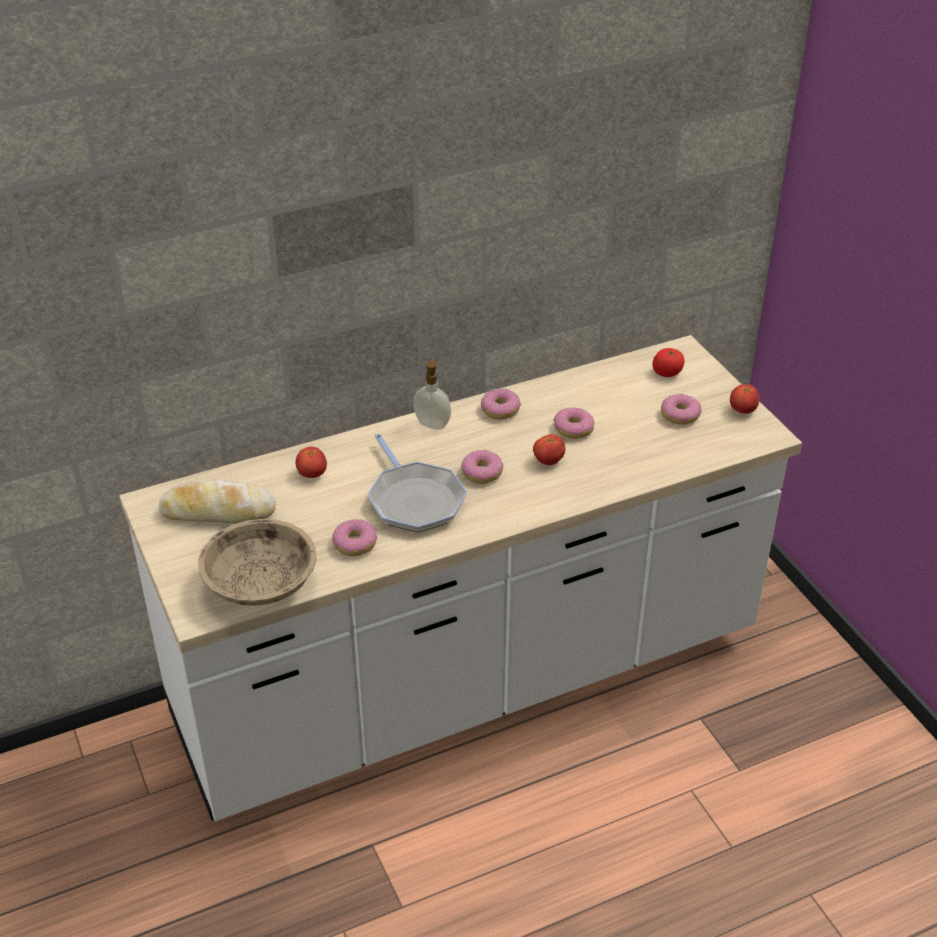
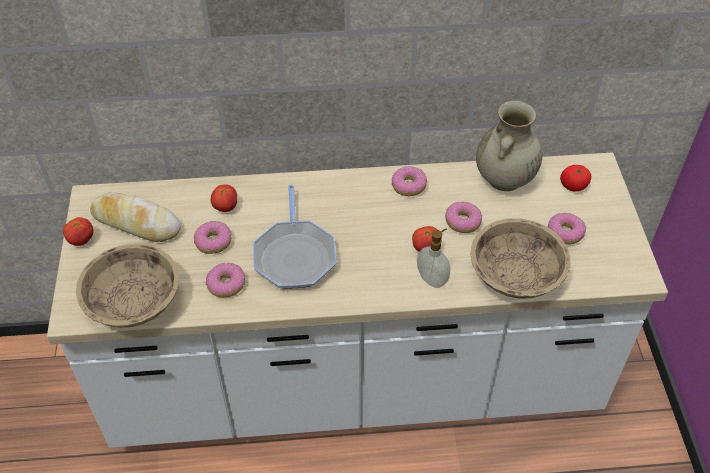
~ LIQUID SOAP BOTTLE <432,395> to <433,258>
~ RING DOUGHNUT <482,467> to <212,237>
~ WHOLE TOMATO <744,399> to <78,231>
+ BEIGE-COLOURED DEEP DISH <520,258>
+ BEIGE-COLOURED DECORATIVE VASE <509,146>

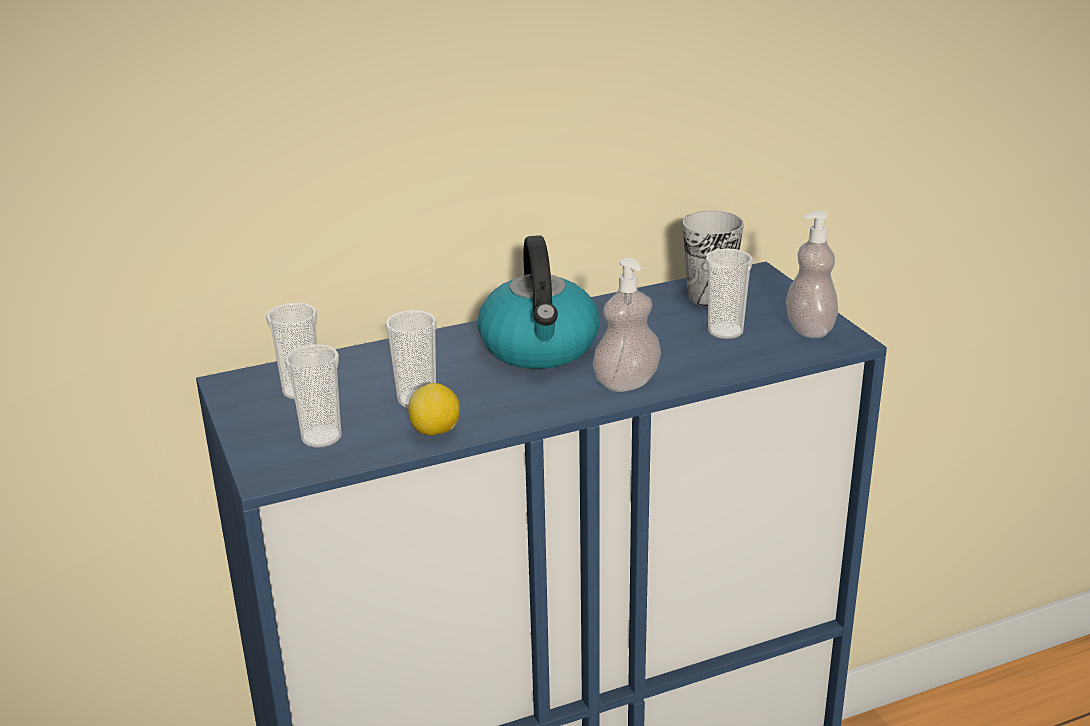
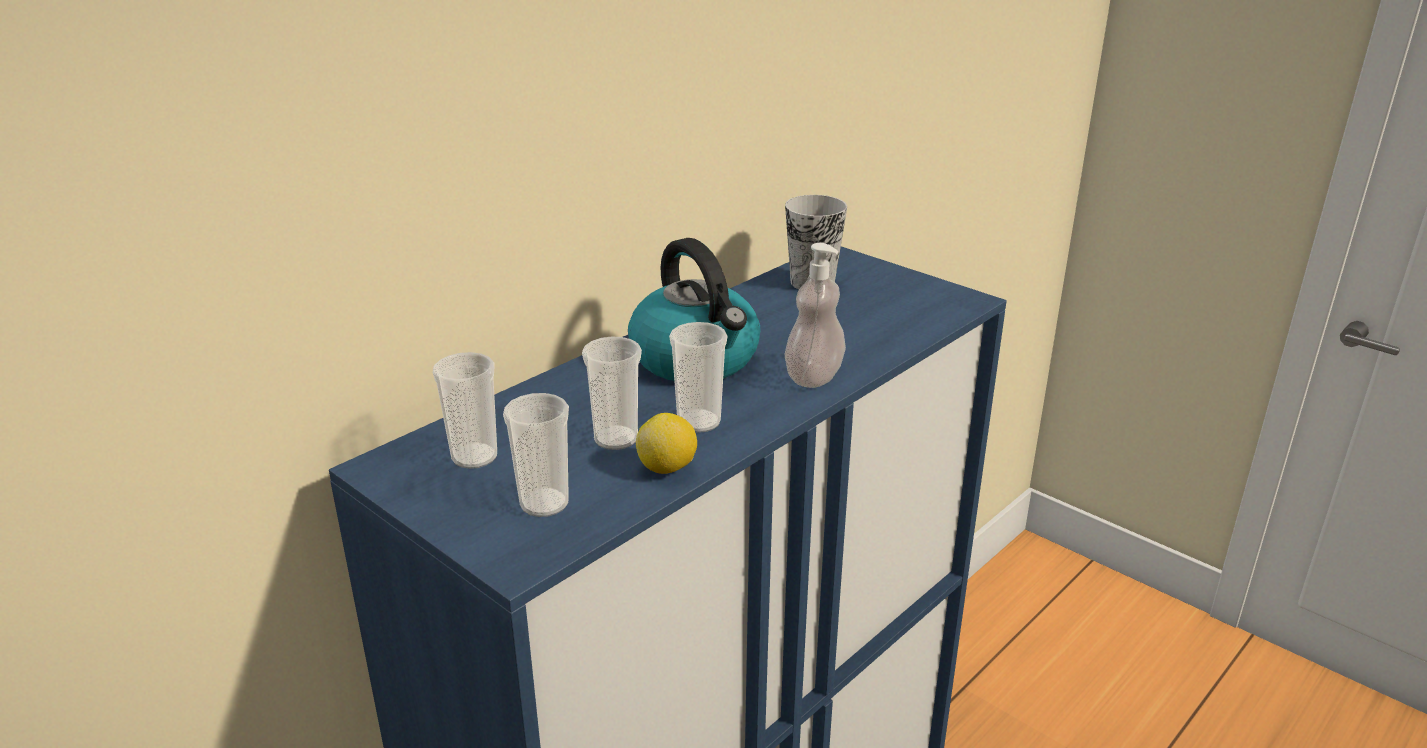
~ SMALL CUP <729,294> to <698,377>
- LIQUID SOAP BOTTLE <812,274>

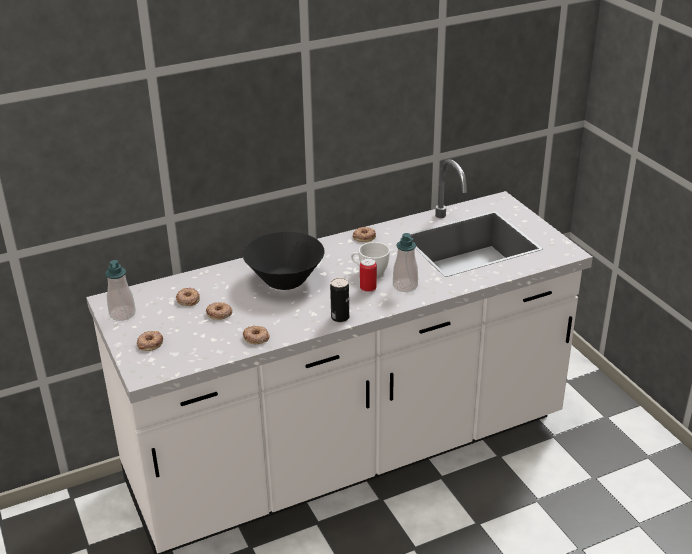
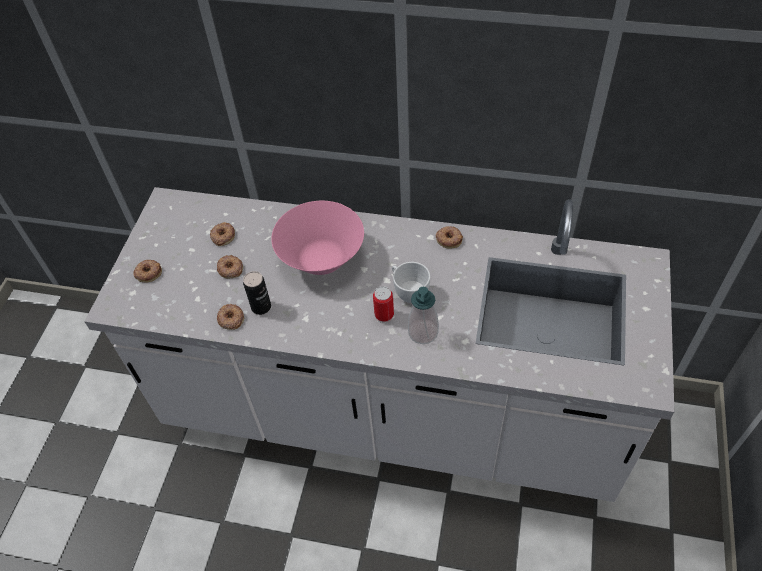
- LIQUID SOAP BOTTLE <120,290>
~ BLACK DEEP DISH <284,261> to PINKISH DEEP DISH <317,238>
~ METAL CAN <339,300> to <257,293>

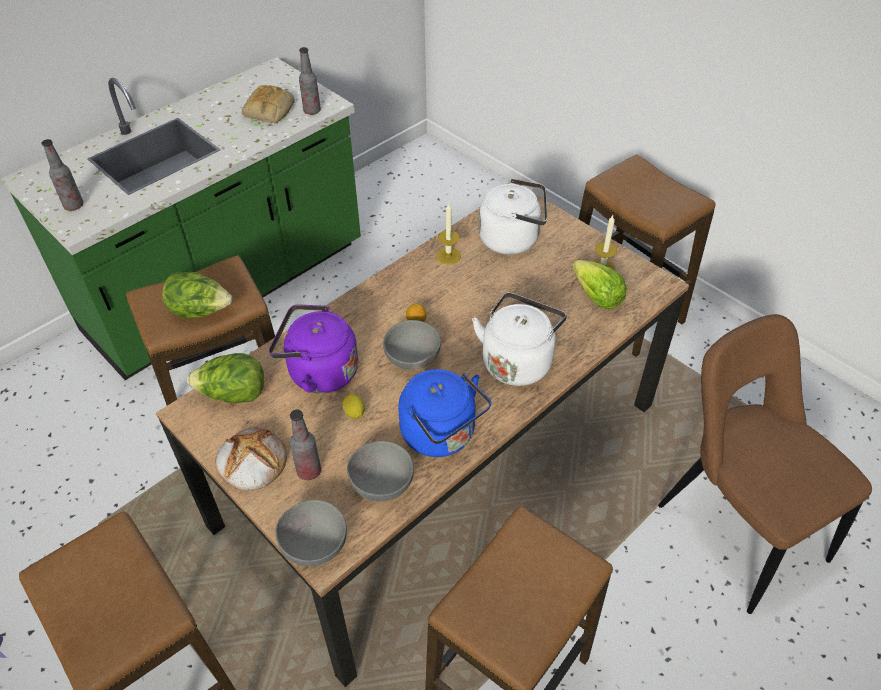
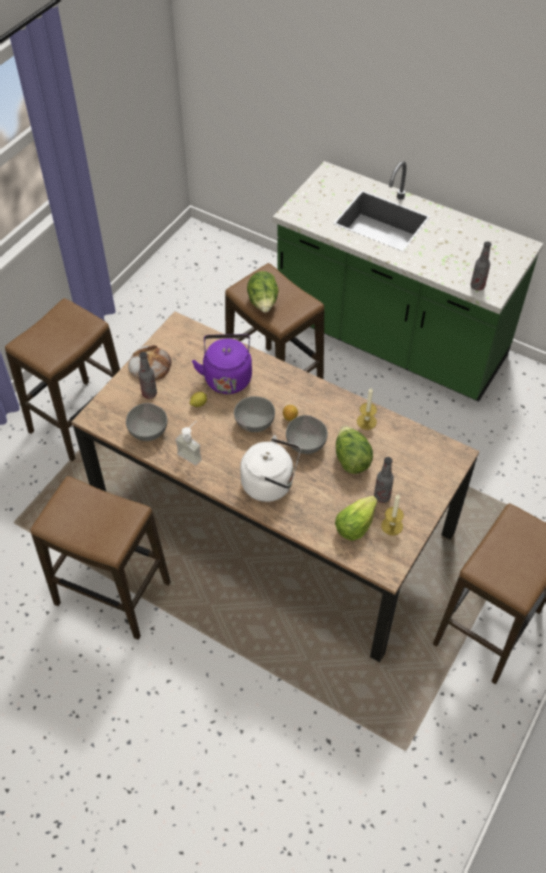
~ BOTTLE <62,175> to <384,480>
~ HEAD OF LETTUCE <225,378> to <354,450>
- BAKERY BREAD <268,104>
~ GREY DEEP DISH <311,533> to <307,434>
~ BLUE TEA KETTLE <444,413> to LIQUID SOAP BOTTLE <188,443>
- WHITE TEA KETTLE <513,216>
- BROWN UPRIGHT CHAIR <765,464>

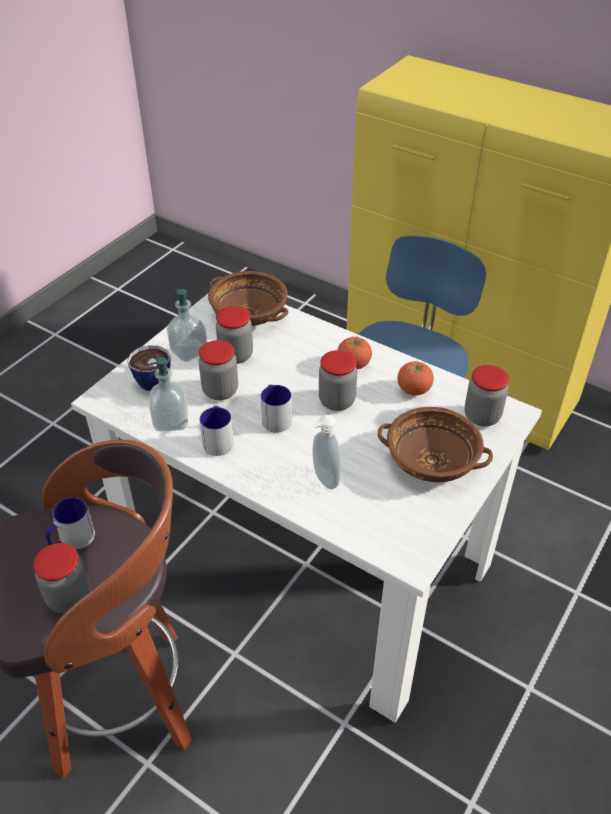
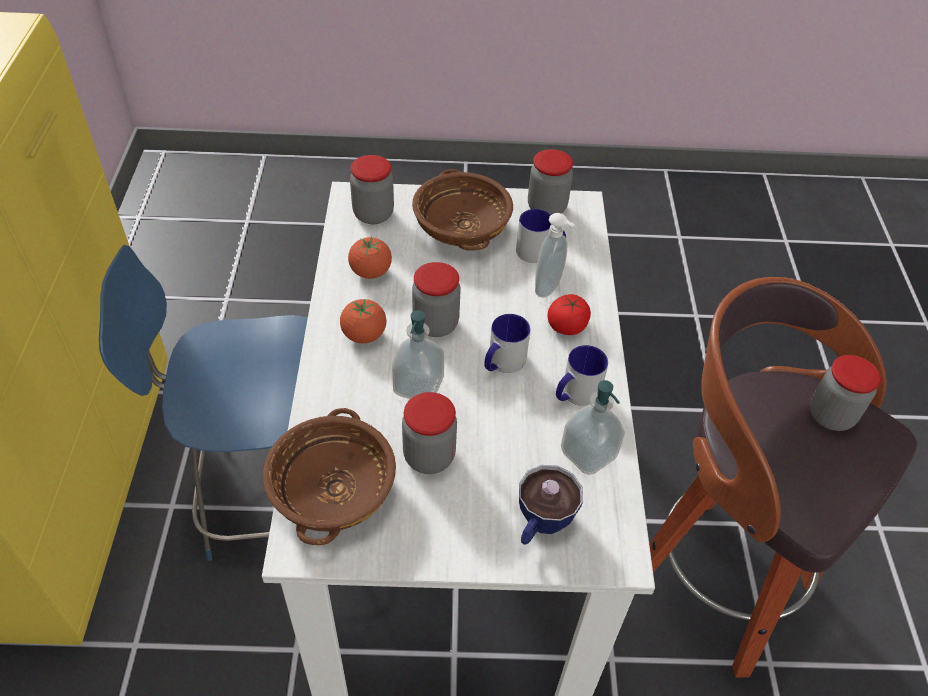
~ TEA MUG <70,523> to <541,236>
~ LIQUID SOAP BOTTLE <187,325> to <418,354>
~ PRESERVE JAR <218,370> to <550,182>
+ WHOLE TOMATO <569,314>

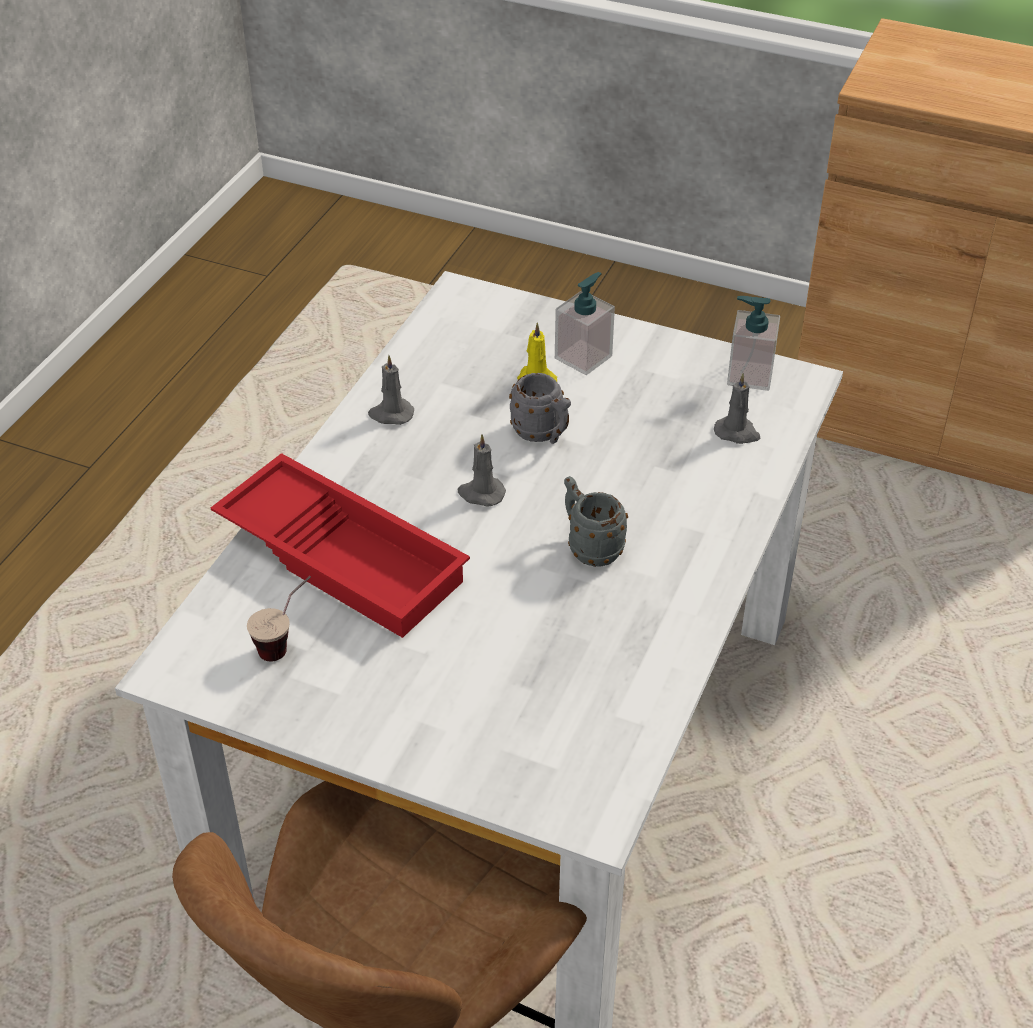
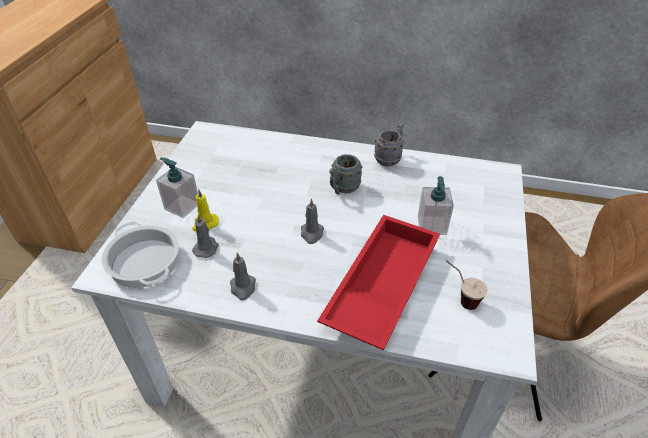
~ GREY TEA MUG <540,408> to <389,144>
~ GREY WAX CANDLE <737,408> to <205,236>
~ LIQUID SOAP BOTTLE <753,343> to <436,205>
+ STOCKPOT <140,255>

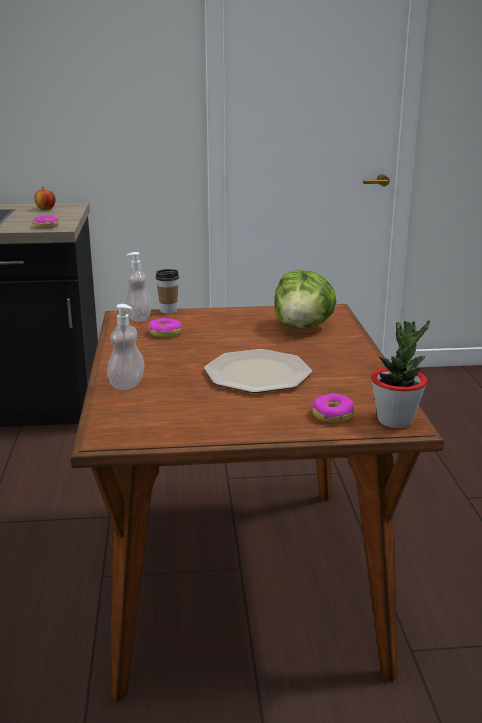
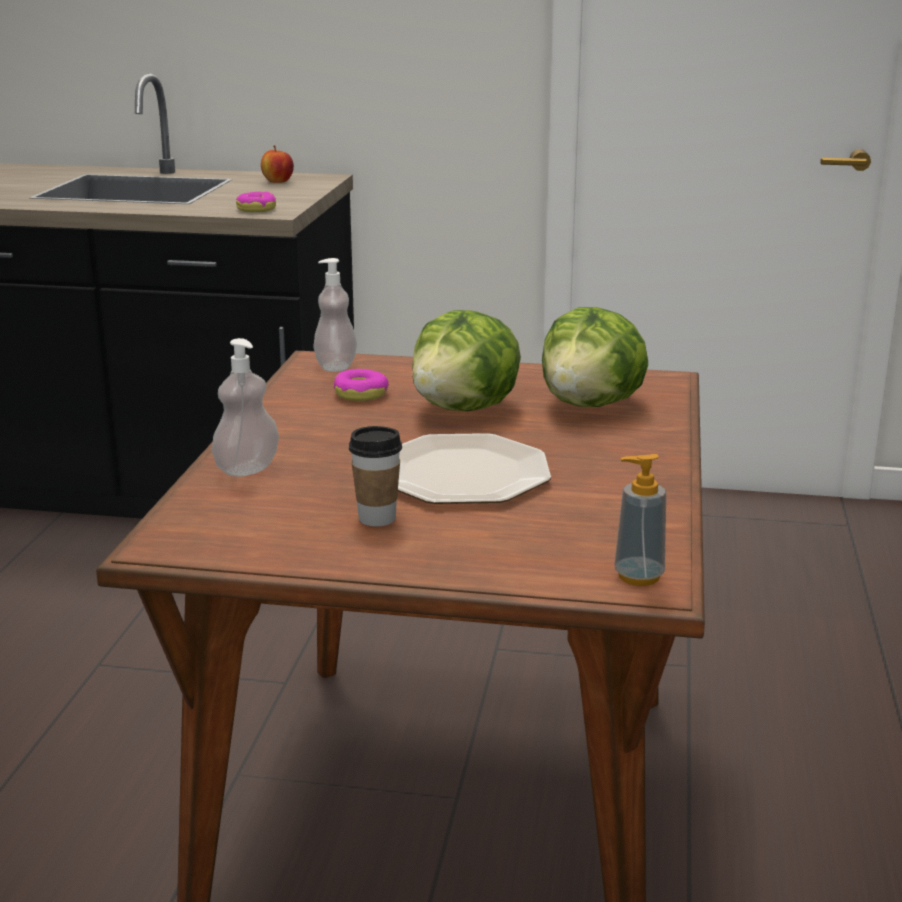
~ SMALL CUP <167,291> to <375,476>
- RING DOUGHNUT <333,408>
~ HOUSEPLANT <400,374> to LIQUID SOAP BOTTLE <640,520>
+ HEAD OF LETTUCE <466,360>

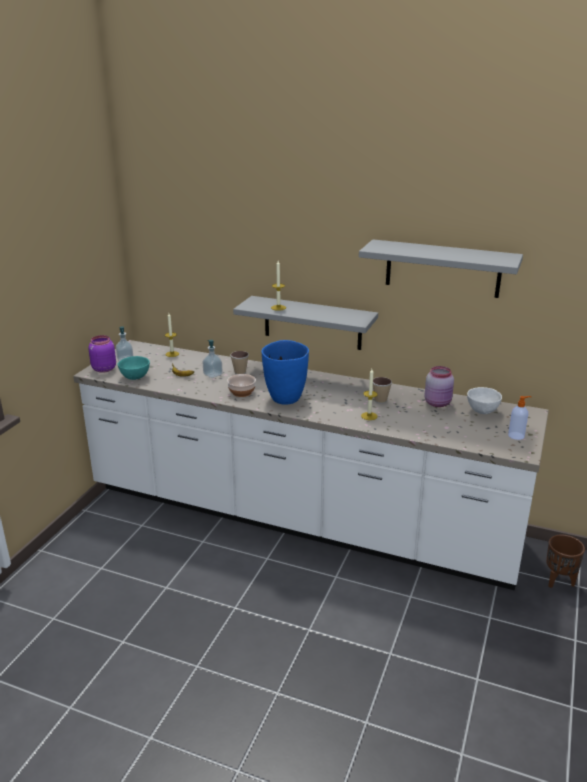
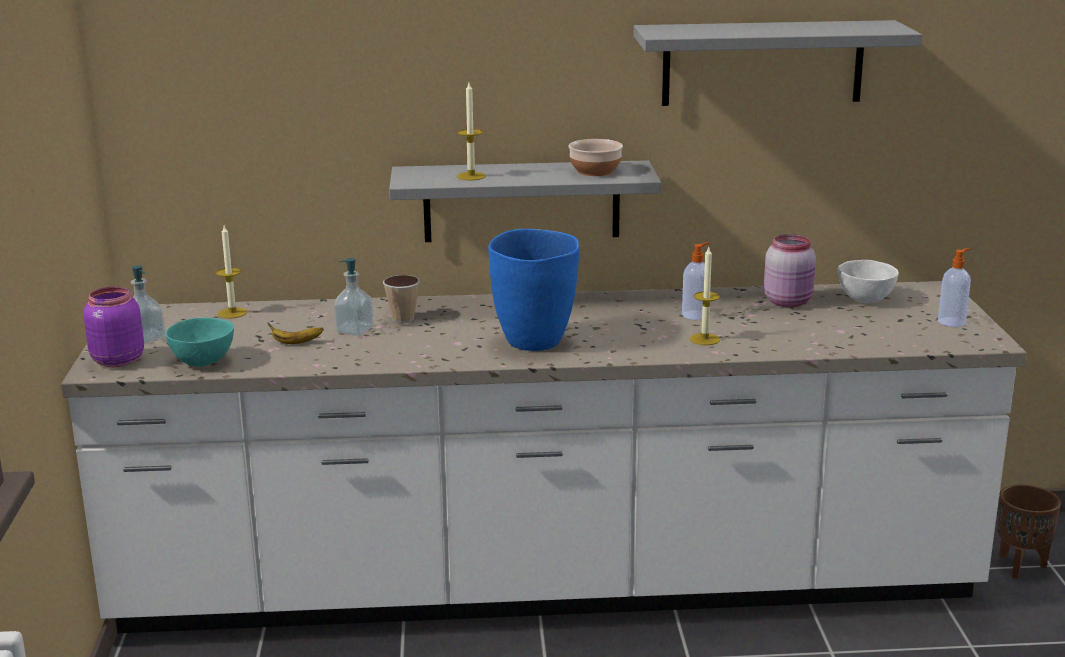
~ DEEP DISH <241,385> to <595,157>
~ SMALL CUP <382,390> to LIQUID SOAP BOTTLE <696,281>

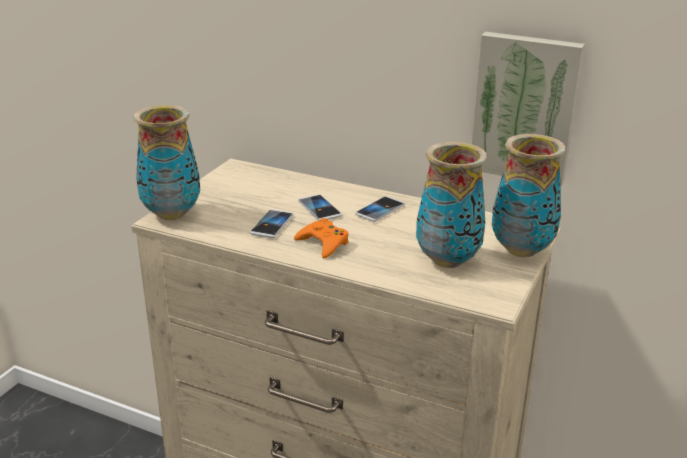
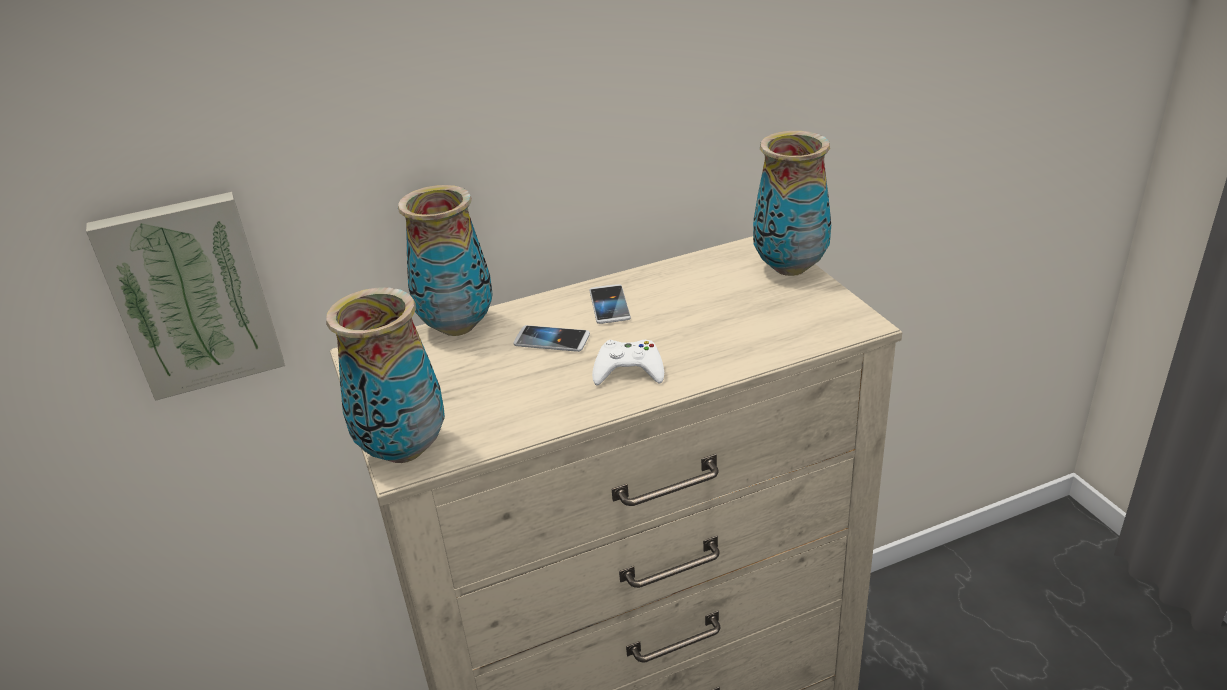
- TELEPHONE <272,223>
~ ORANGE-COLOURED GAMEPAD <321,238> to WHITE GAMEPAD <628,362>
~ DECORATIVE VASE <451,205> to <445,260>
~ WALL PICTURE <528,109> to <185,296>

